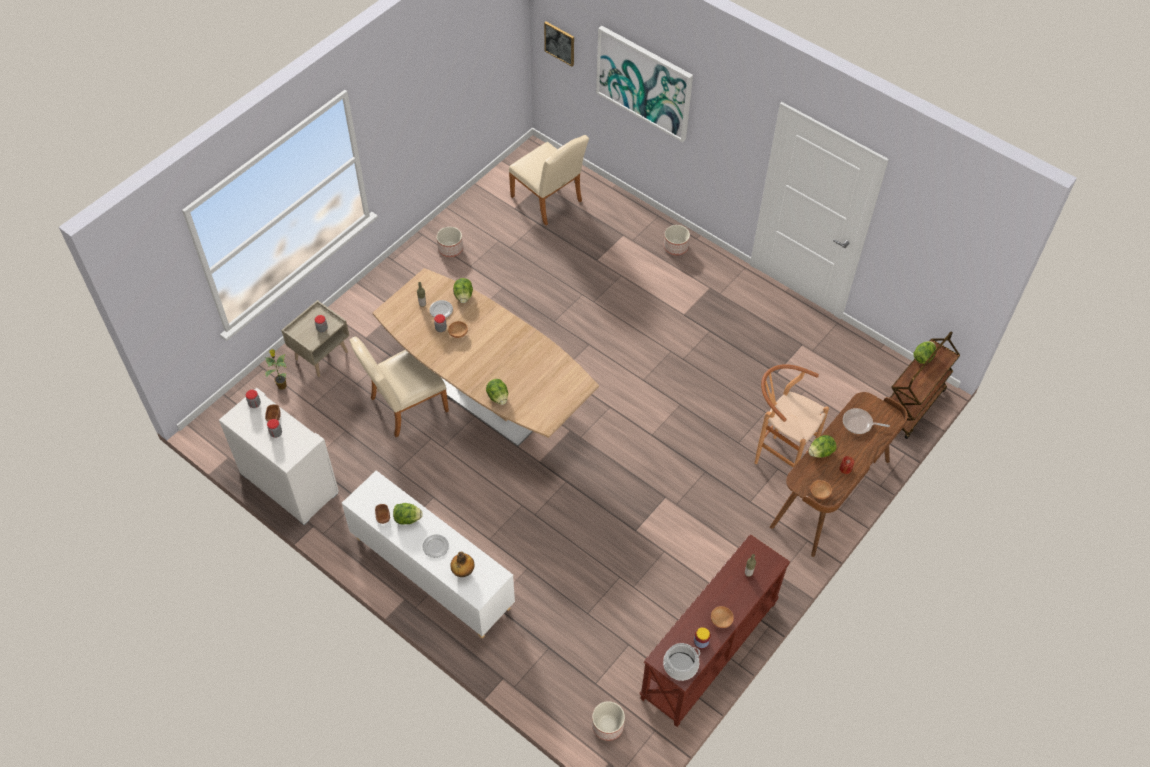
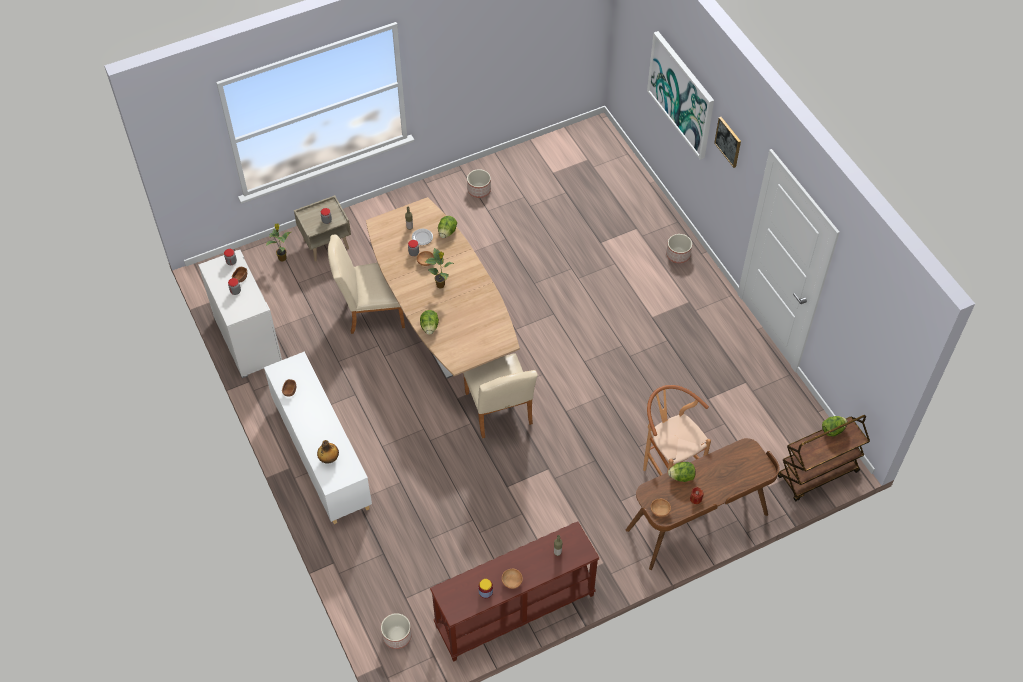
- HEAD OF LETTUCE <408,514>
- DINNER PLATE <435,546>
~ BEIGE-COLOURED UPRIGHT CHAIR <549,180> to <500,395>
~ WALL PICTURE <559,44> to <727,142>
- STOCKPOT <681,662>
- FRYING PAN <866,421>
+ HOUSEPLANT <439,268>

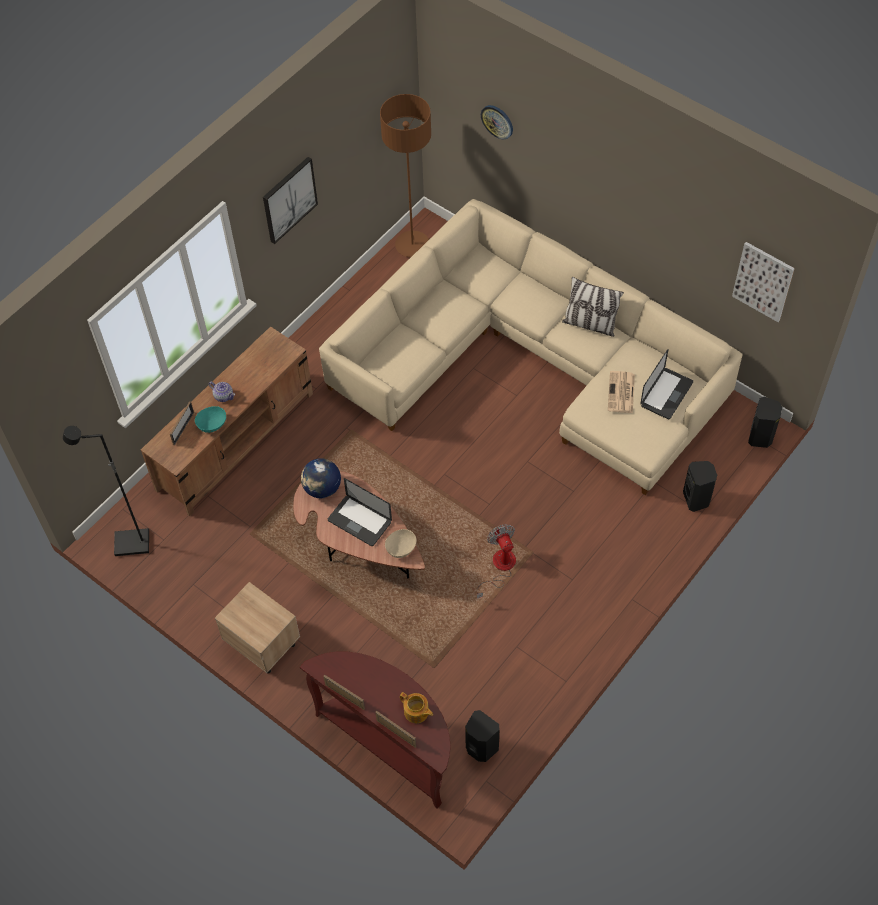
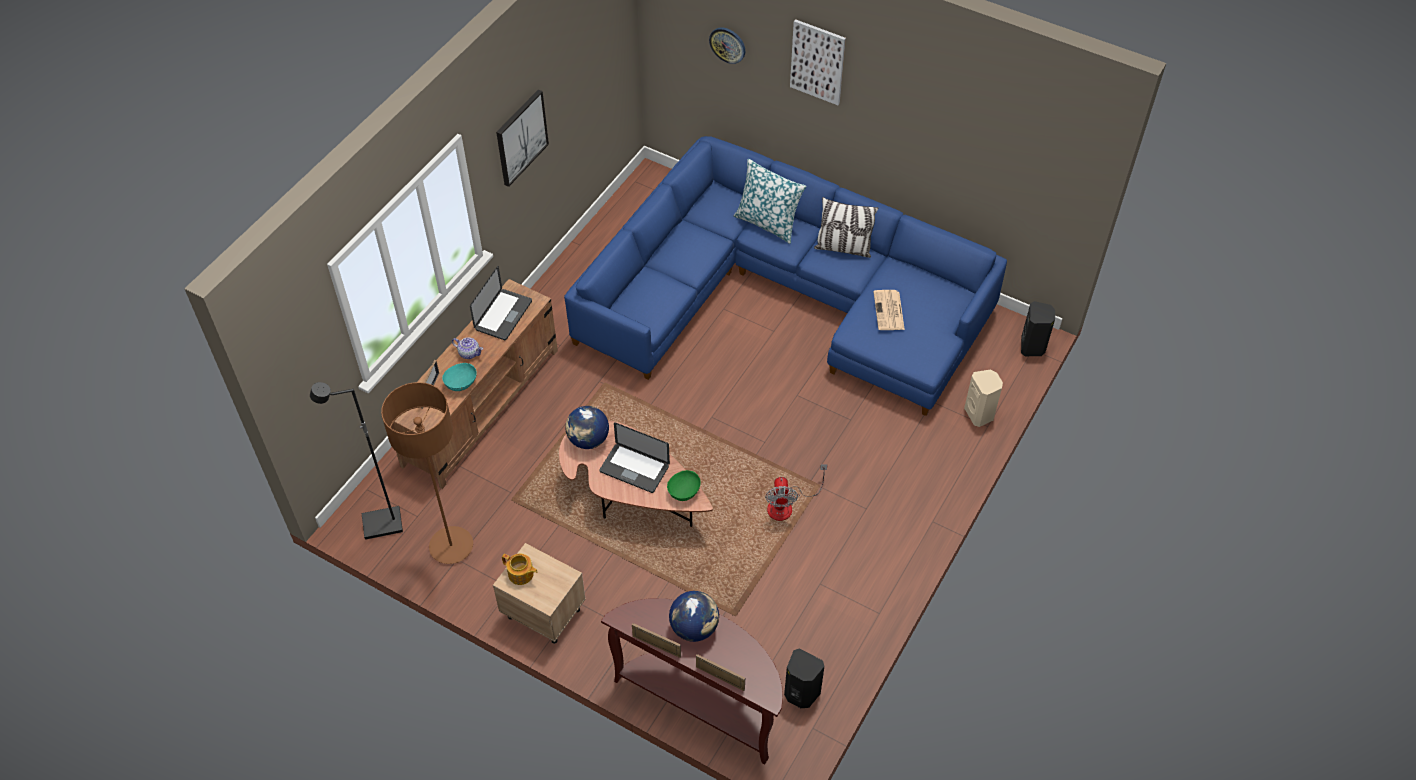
~ BEIGE-COLOURED SETTEE <530,347> to BLUE SETTEE <785,276>
~ BROWN STANDING LAMP <405,175> to <427,473>
~ BEIGE-COLOURED DEEP DISH <400,543> to GREEN DEEP DISH <684,485>
~ TEA POT <416,707> to <520,569>
~ ELECTRIC FAN <496,561> = <796,492> 150 degrees counterclockwise
~ LAPTOP <666,384> to <501,303>
~ BLACK AUDIO SPEAKER <700,486> to BEIGE-COLOURED AUDIO SPEAKER <983,398>
~ WALL PICTURE <763,282> to <818,62>
+ DESK GLOBE <694,616>
+ THROW PILLOW <770,201>

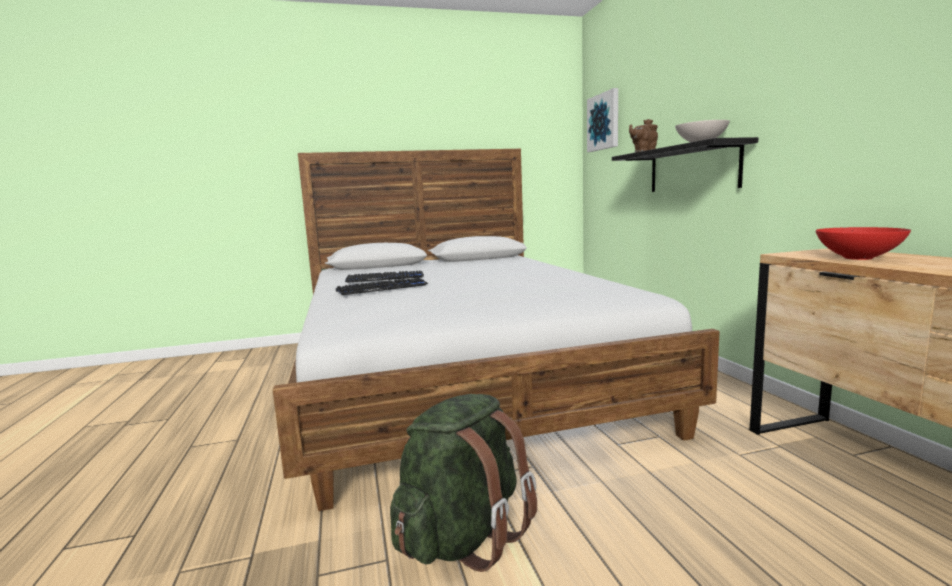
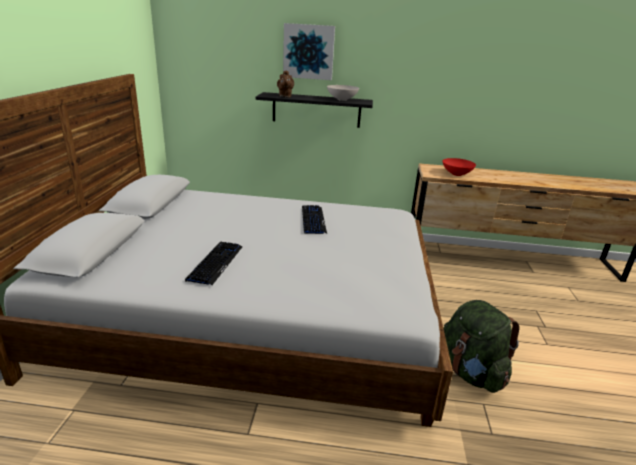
~ PC KEYBOARD <382,286> to <314,219>
~ WALL PICTURE <602,120> to <309,51>

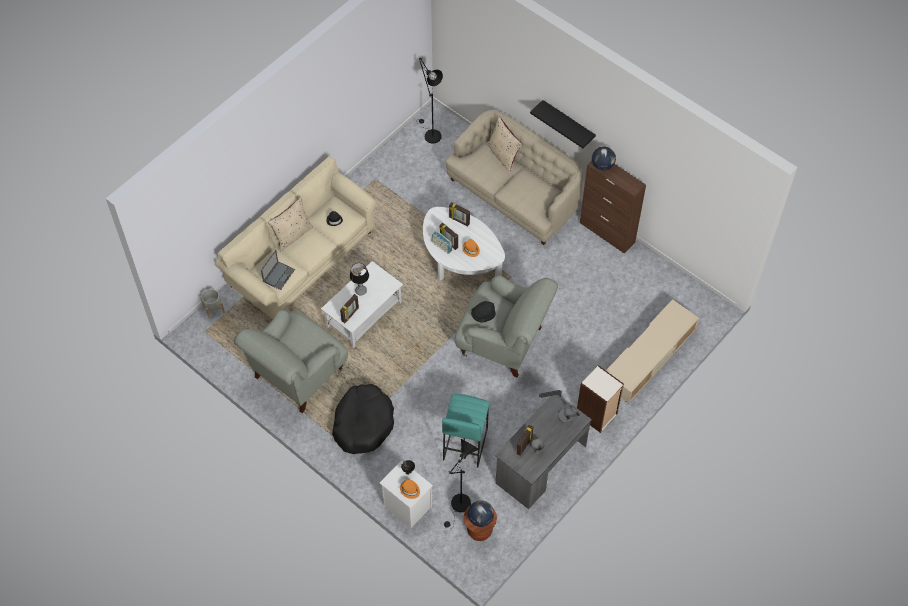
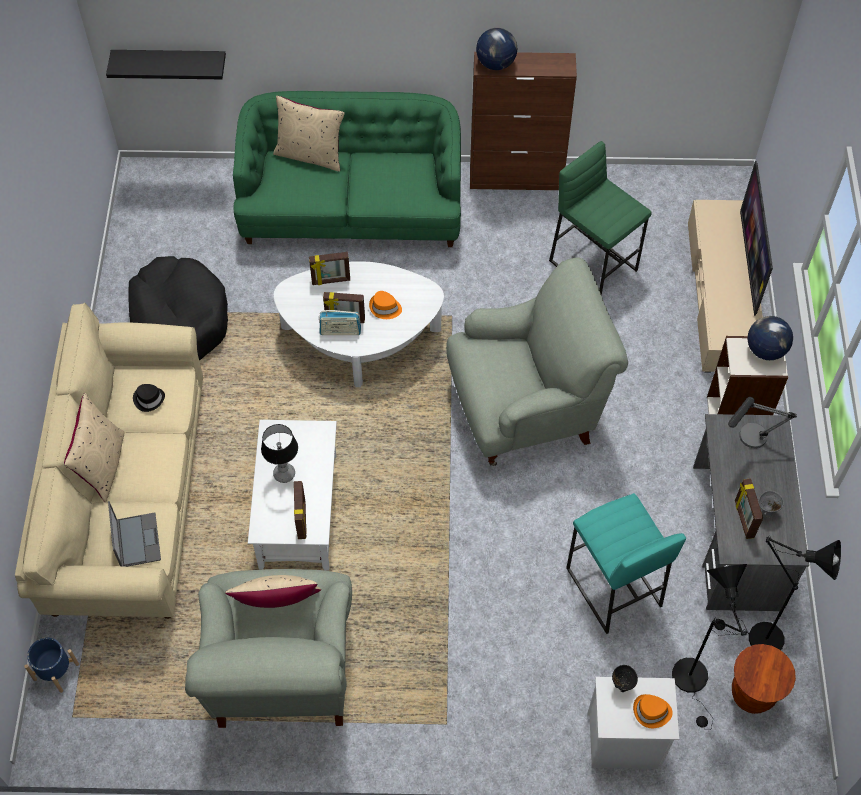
~ GREY PLANT POT <212,304> to BLUE PLANT POT <51,665>
~ BLACK PET BED <363,419> to <178,308>
~ BLACK STANDING LAMP <430,100> to <777,592>
~ BEIGE-COLOURED SETTEE <514,177> to GREEN SETTEE <347,169>
~ DESK GLOBE <481,513> to <770,338>
- BLACK WEARABLE HAT <483,312>
~ BLACK WALL SHELF <563,124> to <166,64>
+ BEIGE-COLOURED THROW PILLOW <273,591>
+ GREEN STOOL SEAT <600,218>
+ TV SET <756,238>

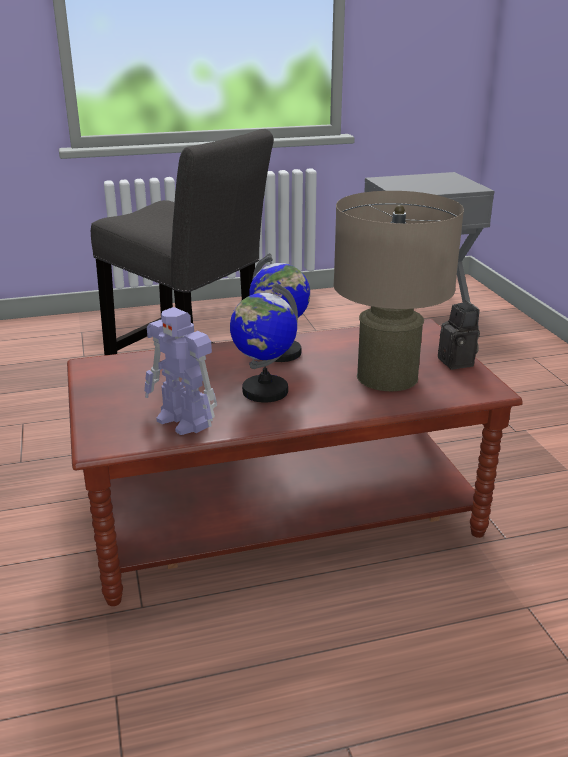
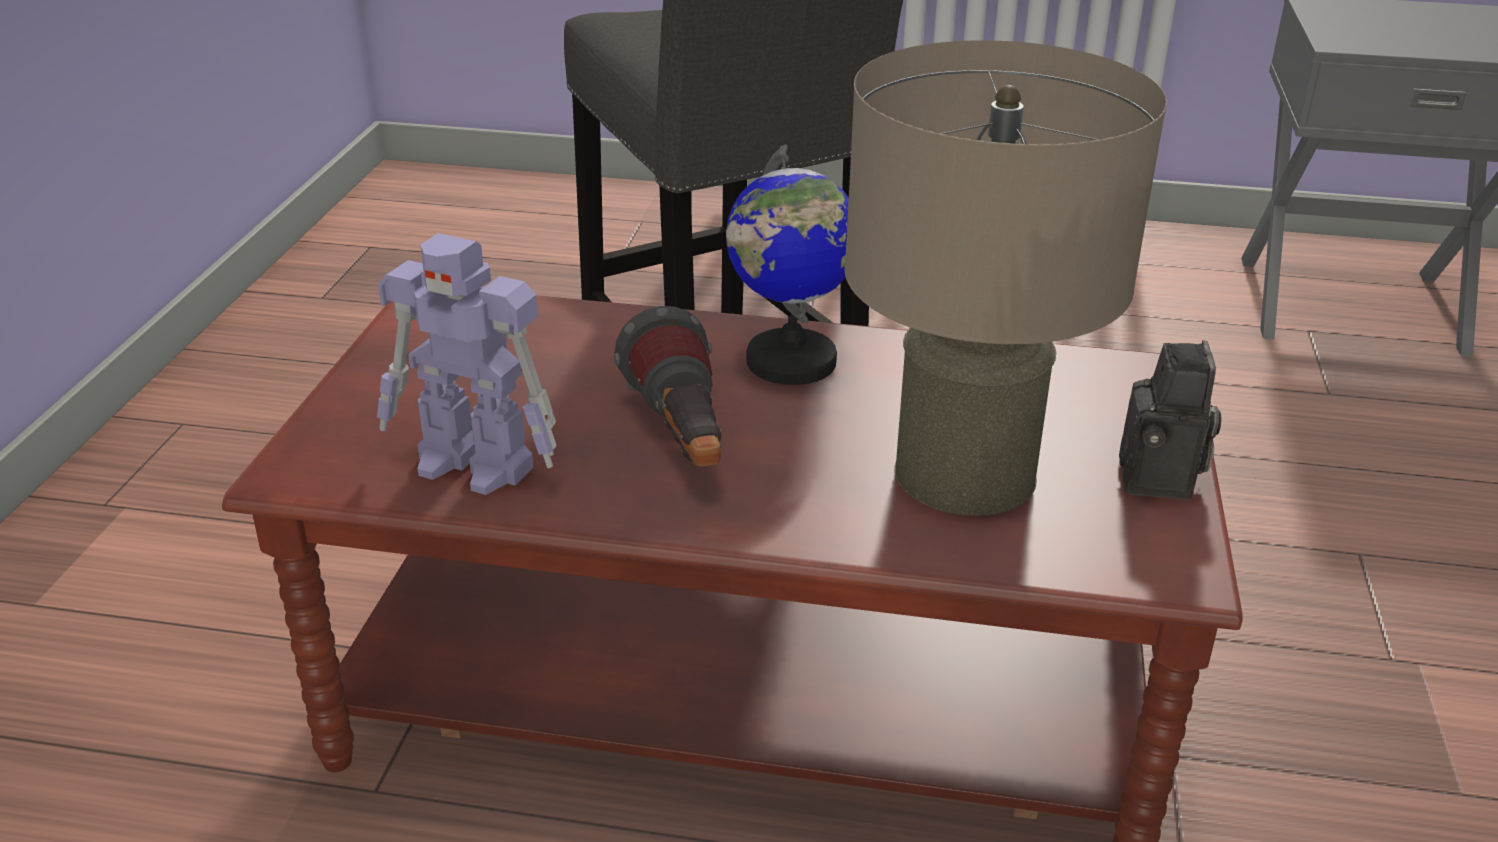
~ ROBOT FIGURE <180,371> = <466,364> 45 degrees counterclockwise
~ DESK GLOBE <264,343> to FLASHLIGHT <668,386>

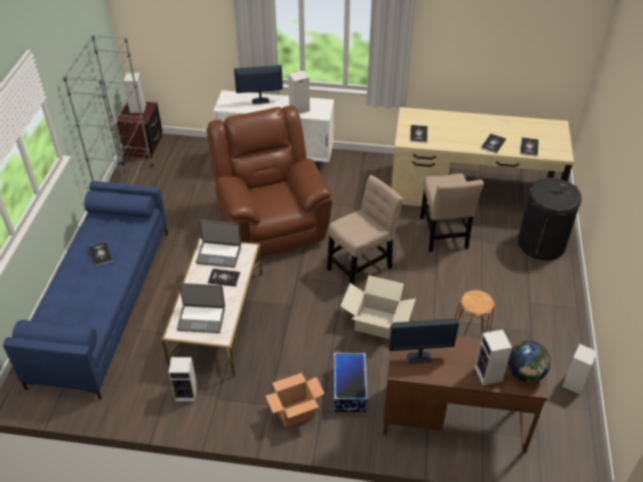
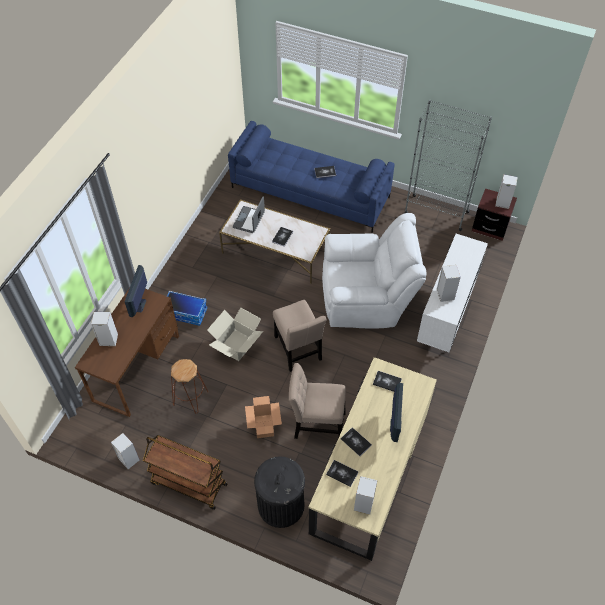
~ AUDIO SPEAKER <182,379> to <366,495>
- LAPTOP <218,244>
~ BROWN LOUNGE CHAIR <269,182> to WHITE LOUNGE CHAIR <374,270>
~ COMPUTER SCREEN <258,84> to <396,412>
~ CARDBOARD BOX <295,400> to <263,417>
- DESK GLOBE <529,362>
+ BROWN WHEELED CART <185,472>

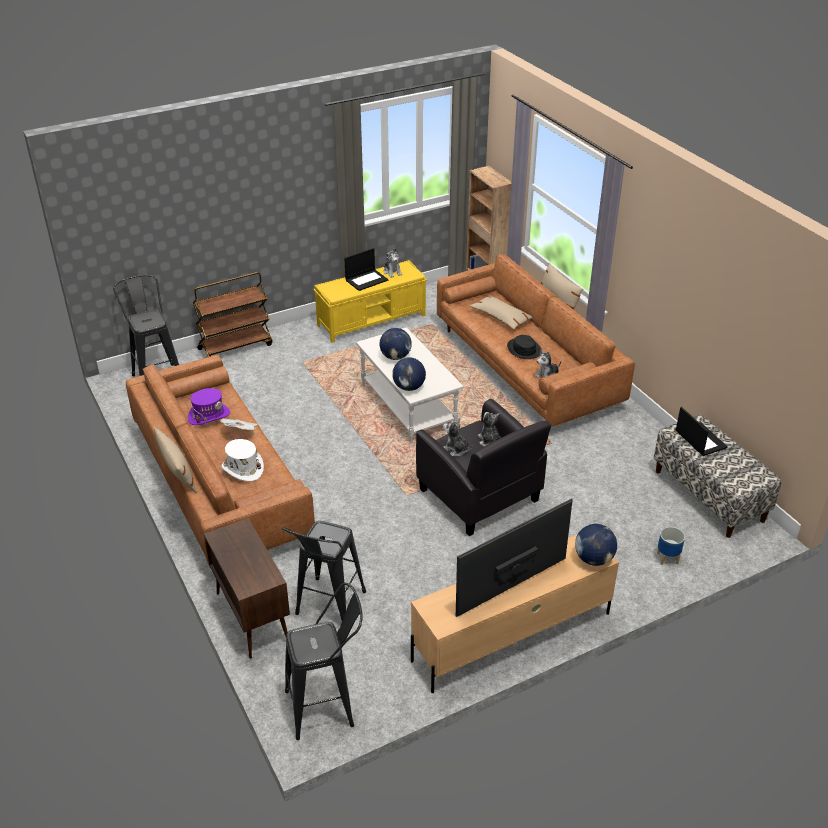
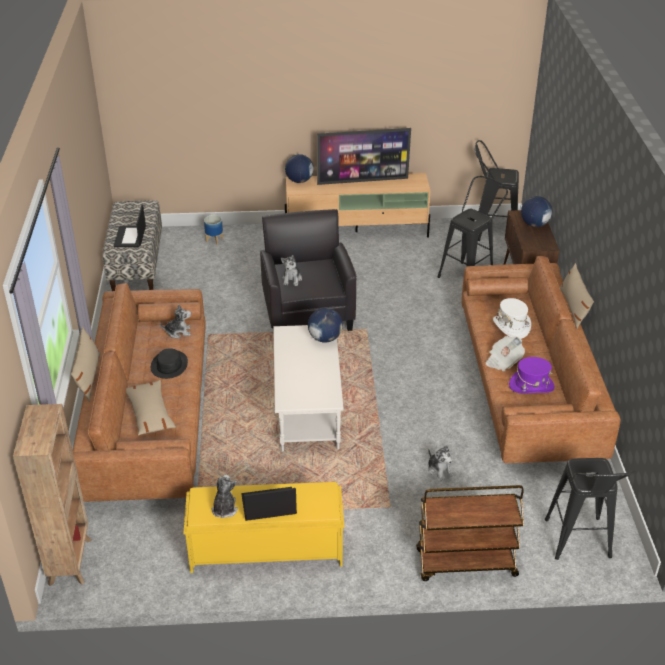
~ DESK GLOBE <396,344> to <536,211>
~ CUDDLY TOY <458,438> to <441,463>

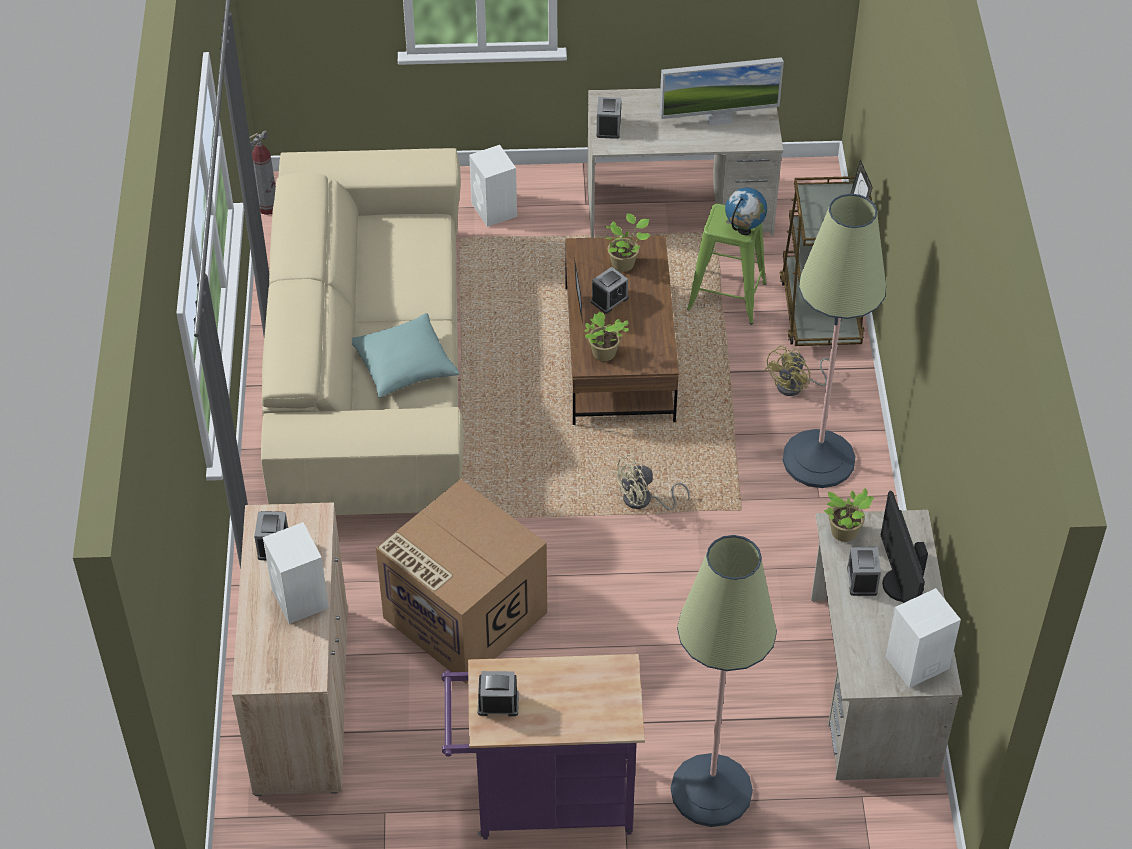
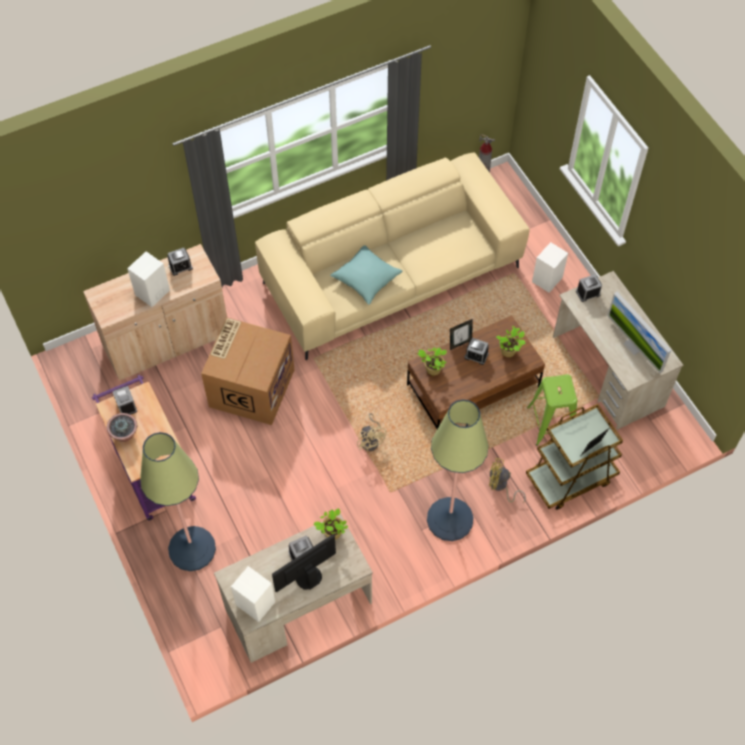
~ BEIGE-COLOURED ELECTRIC FAN <651,482> = <371,432> 150 degrees counterclockwise
- DESK GLOBE <746,211>
+ HOUSEPLANT <122,427>

